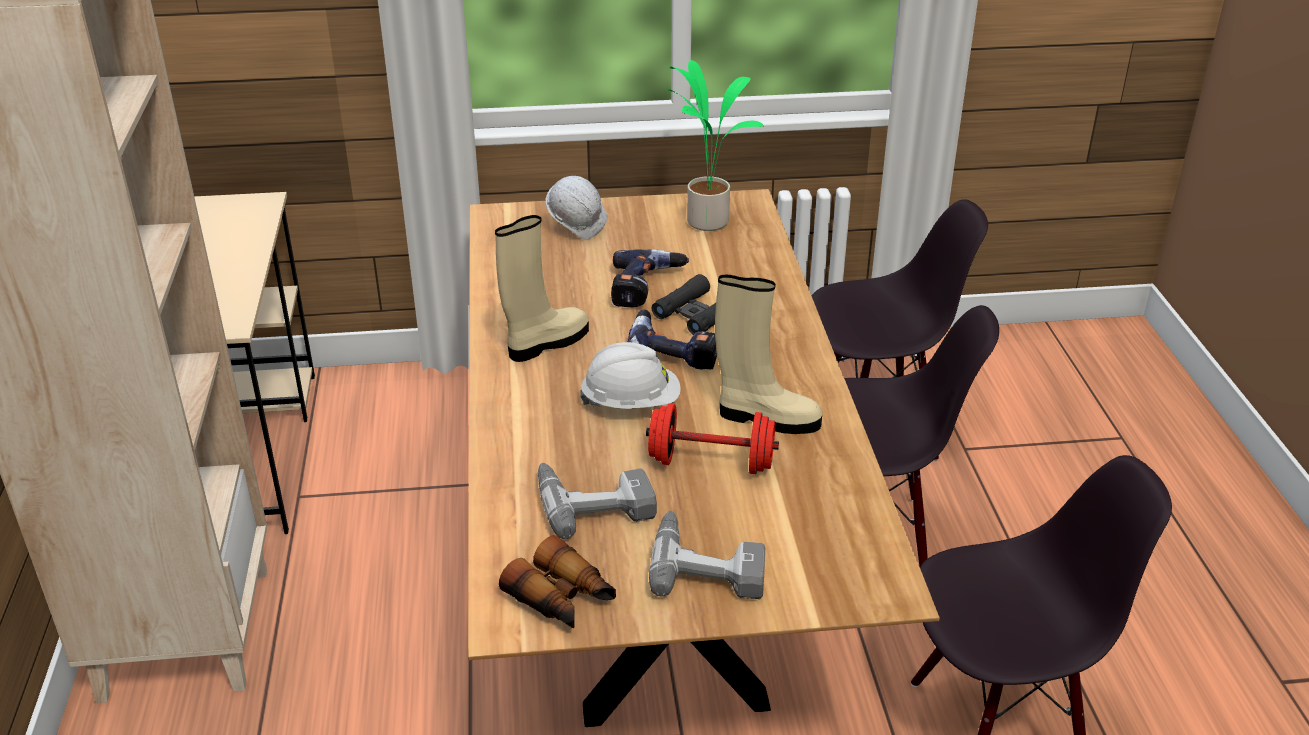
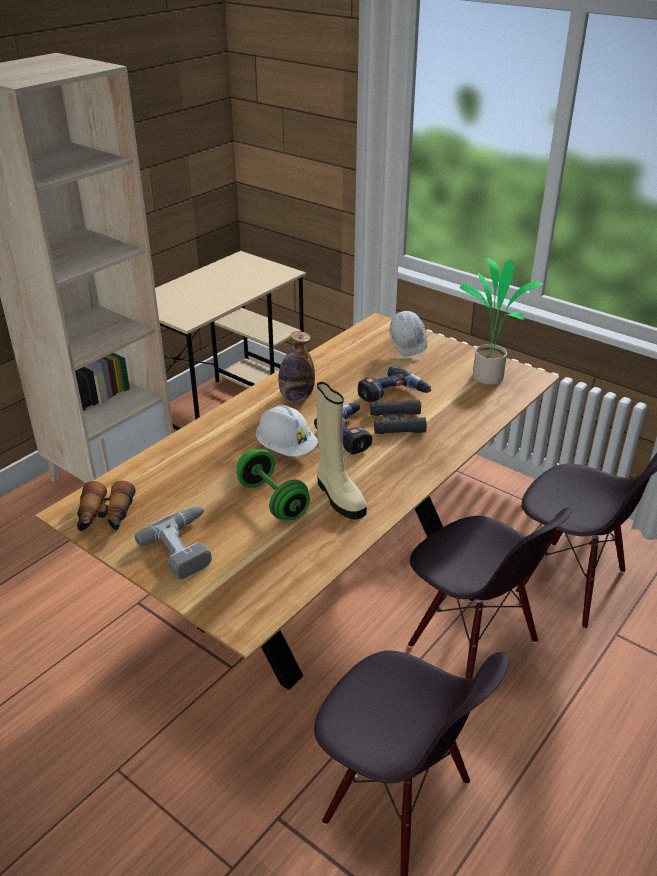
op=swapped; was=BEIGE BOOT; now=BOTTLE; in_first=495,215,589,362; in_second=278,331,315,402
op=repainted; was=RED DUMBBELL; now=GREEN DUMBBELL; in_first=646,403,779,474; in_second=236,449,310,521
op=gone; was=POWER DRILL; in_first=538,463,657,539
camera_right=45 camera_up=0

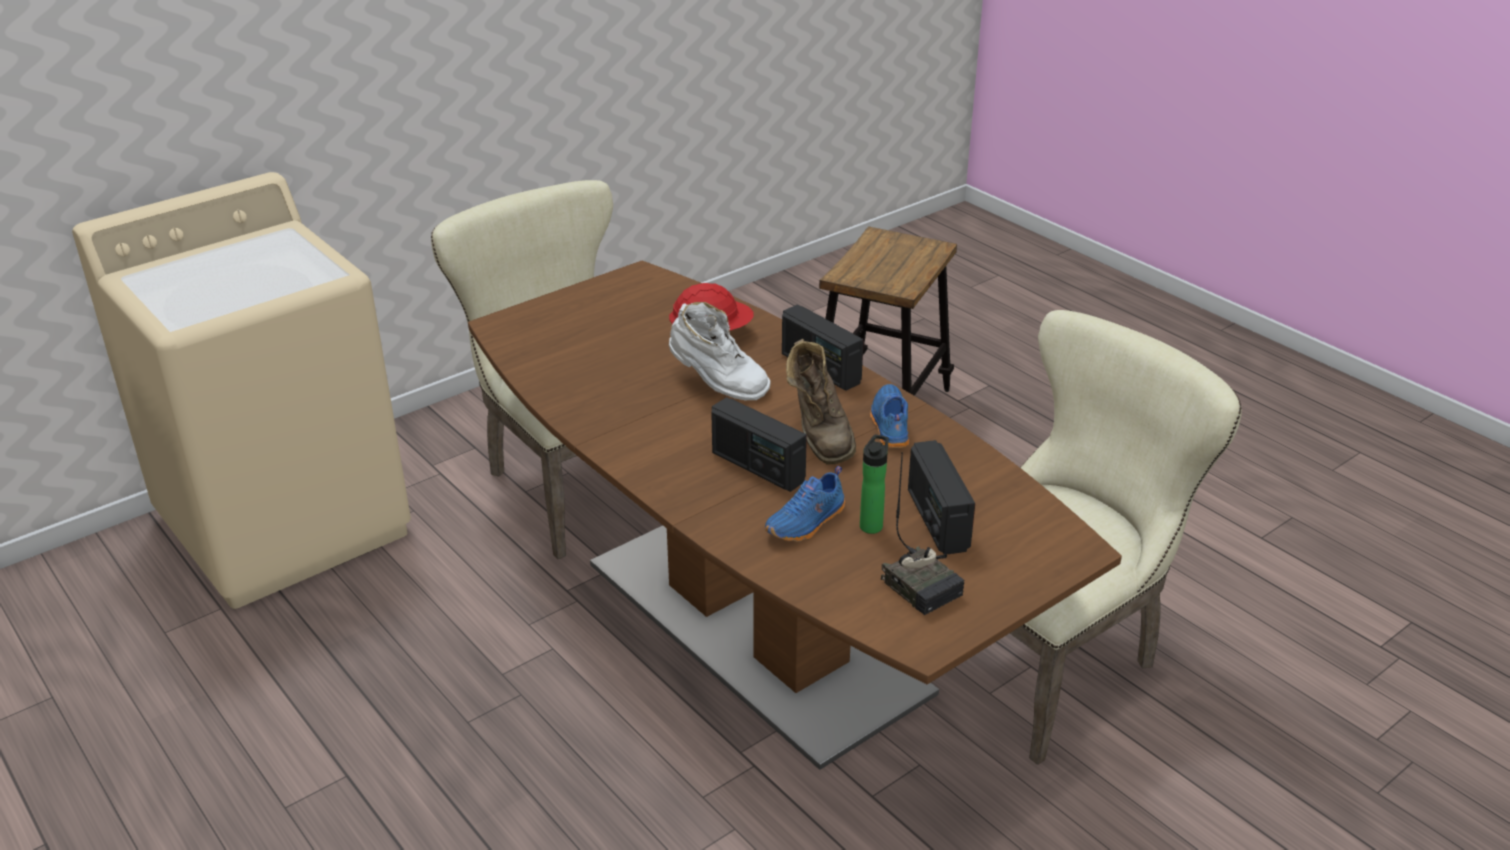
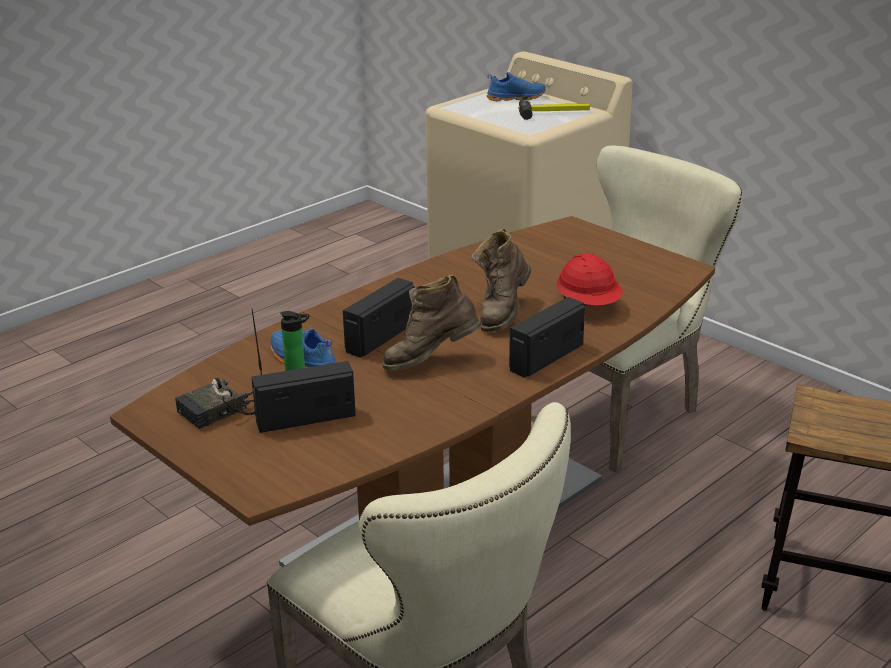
op=repainted; was=WHITE BOOT; now=BROWN BOOT; in_first=669,302,770,400; in_second=471,229,531,332
op=shifted; was=BLUE SHOE; in_first=870,384,909,448; in_second=486,72,546,101
op=new; now=HAMMER; in_second=519,95,590,120
camera_right=85 camera_up=-5

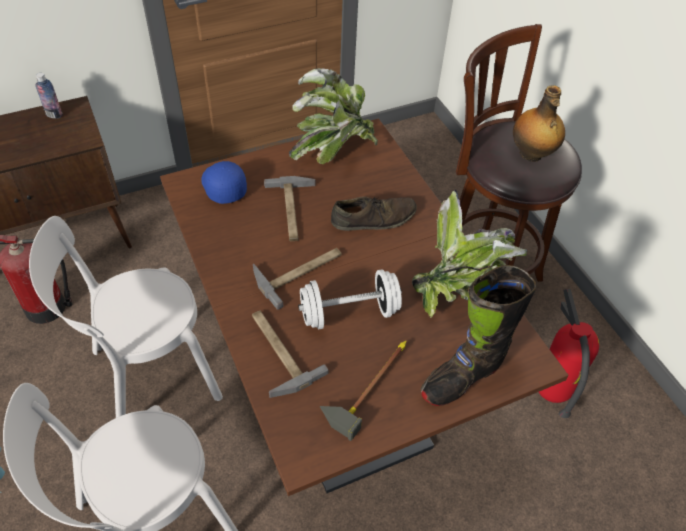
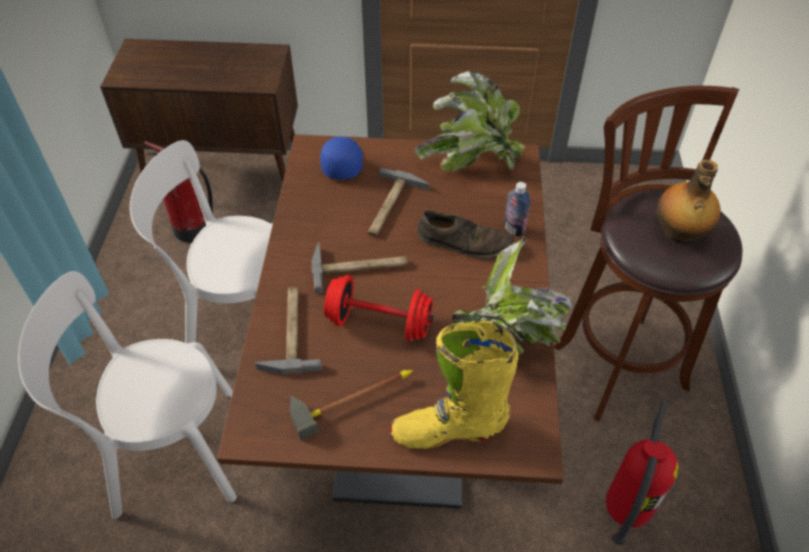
op=shifted; was=BOTTLE; in_first=35,73,63,119; in_second=504,182,530,237
op=repainted; was=BLACK BOOT; now=YELLOW BOOT; in_first=421,265,536,406; in_second=390,321,518,449
op=repainted; was=WHITE DUMBBELL; now=RED DUMBBELL; in_first=298,269,402,330; in_second=324,275,434,341
camera_right=30 camera_up=0

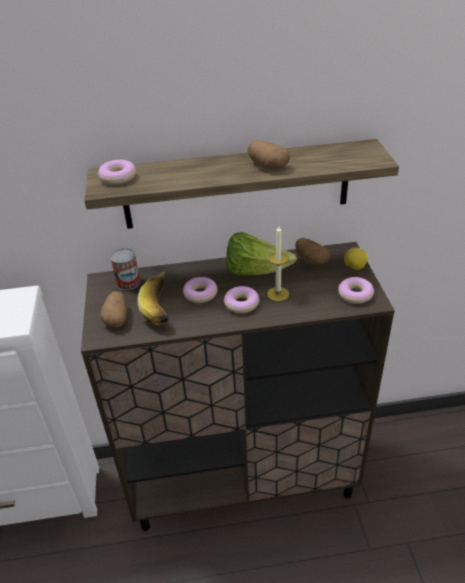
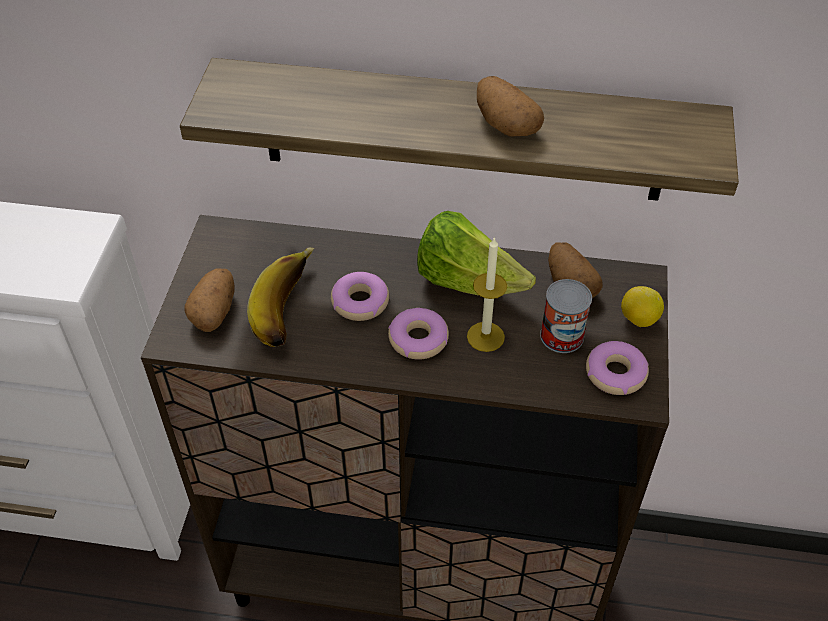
op=gone; was=DONUT; in_first=98,160,137,185
op=shifted; was=CAN; in_first=110,248,140,290; in_second=540,279,592,353
camera_right=15 camera_up=10

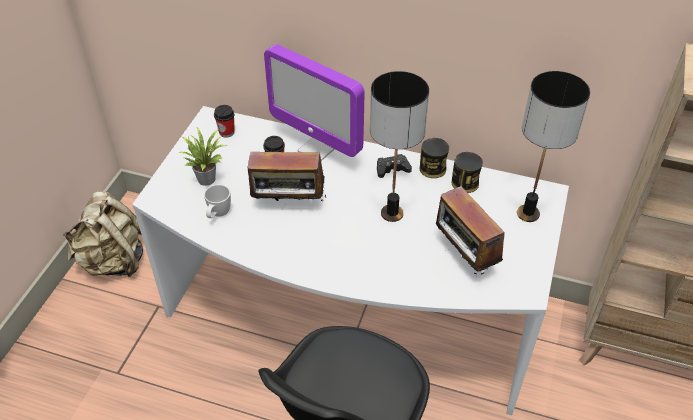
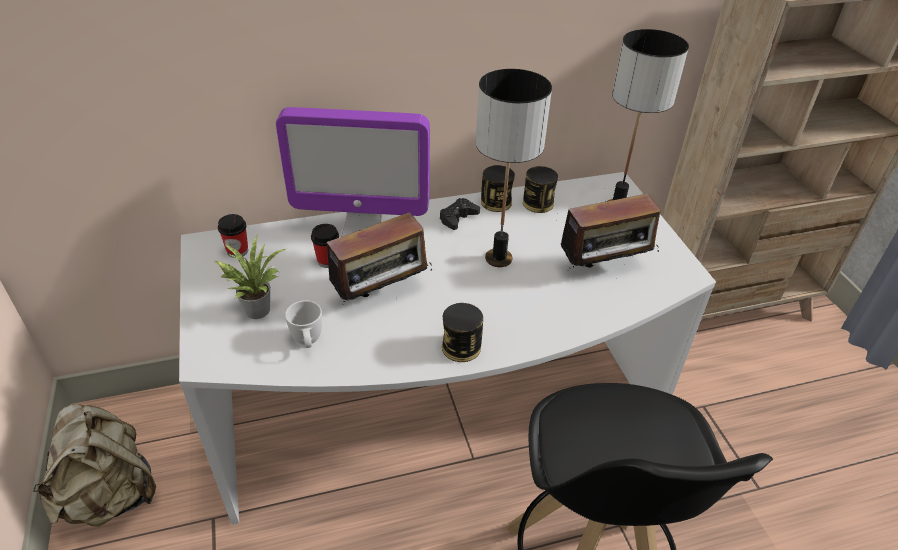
op=rotated; was=RADIO; in_first=436,186,504,275; in_second=560,188,661,271; clockwise=-45
op=new; now=CAN; in_second=442,303,483,362
camera_right=-35 camera_up=-5

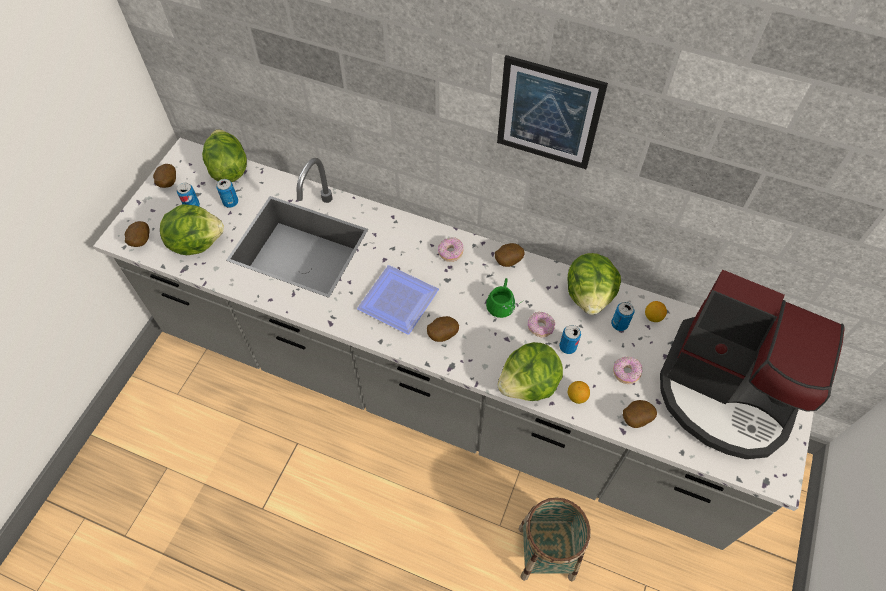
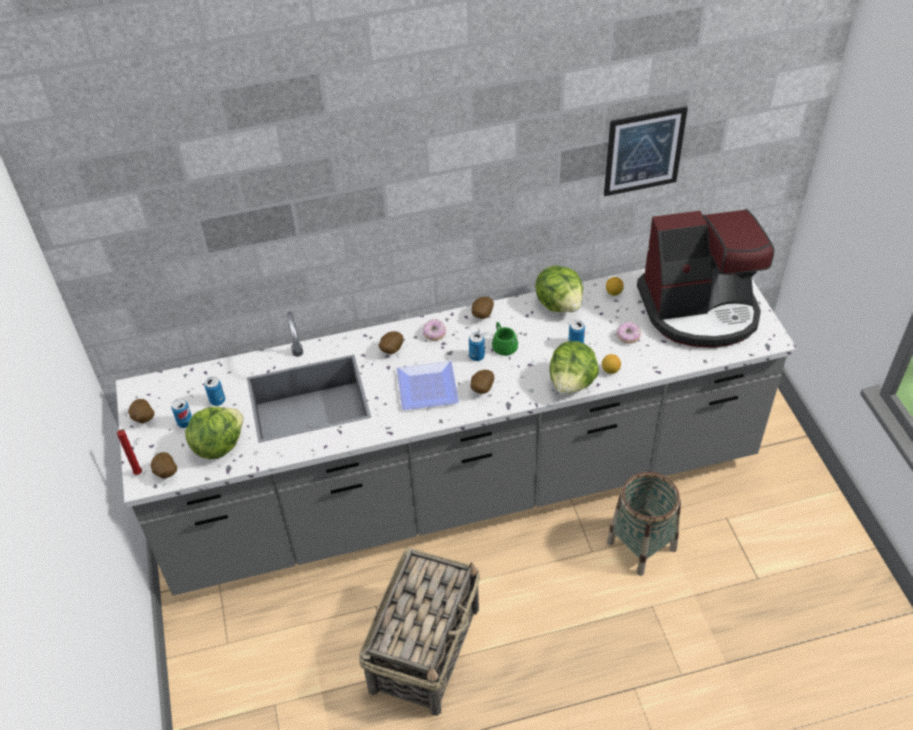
op=shifted; was=PICTURE; in_first=497,55,608,169; in_second=604,106,688,196
op=gone; was=LETTUCE; in_first=202,129,247,182
op=shifted; was=CAN; in_first=611,302,634,331; in_second=469,332,485,361
op=gone; was=DONUT; in_first=528,311,555,337
op=shifted; was=POTATO; in_first=623,400,657,428; in_second=379,331,403,354
op=new; now=RED CANDLE; in_second=117,429,142,475
op=new; now=BASKET; in_second=358,548,480,716
camera_right=-35 camera_up=-10

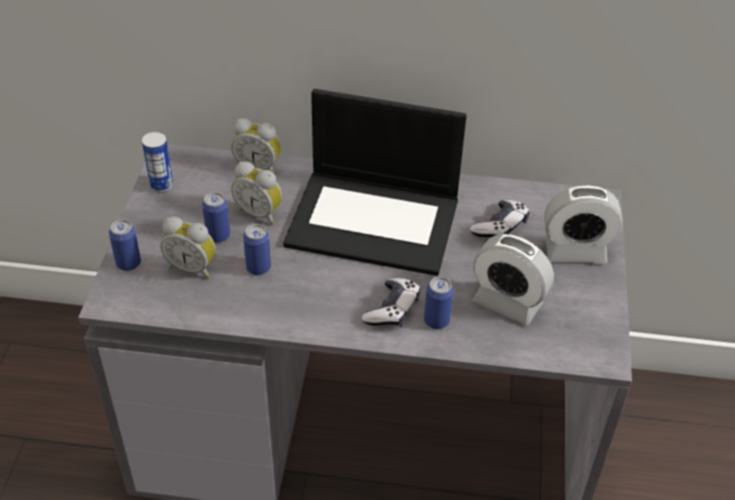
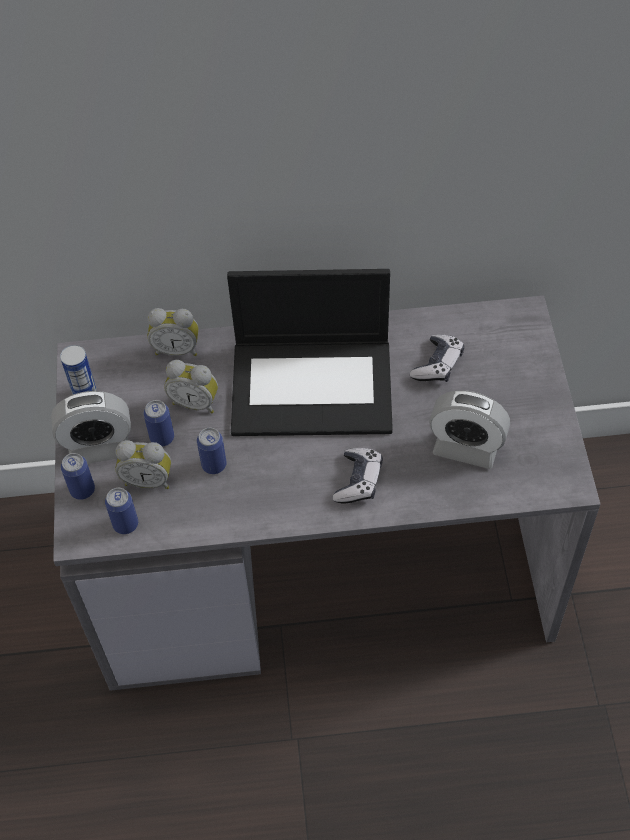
op=shifted; was=ALARM CLOCK; in_first=544,185,623,264; in_second=51,391,131,464
op=shifted; was=CAN; in_first=424,277,454,329; in_second=105,488,138,534
camera_right=-10 camera_up=10

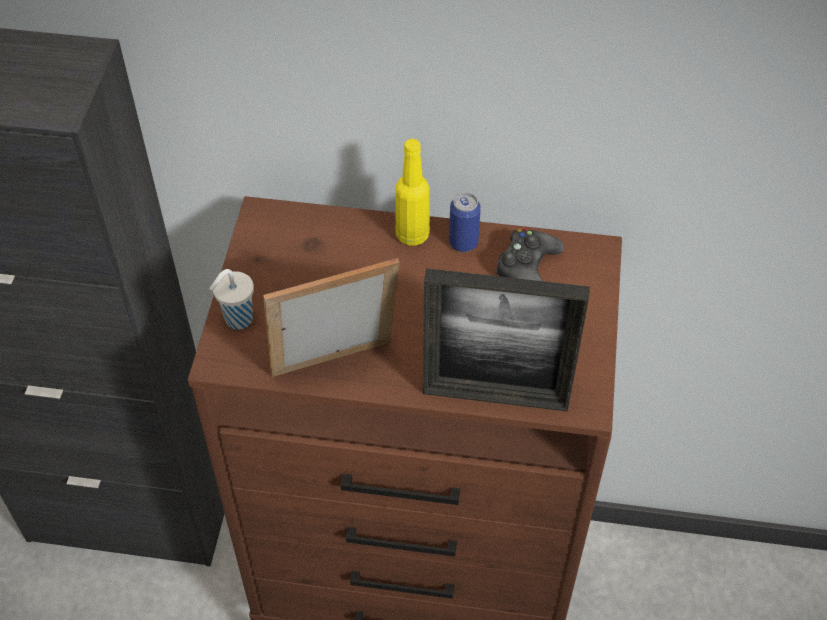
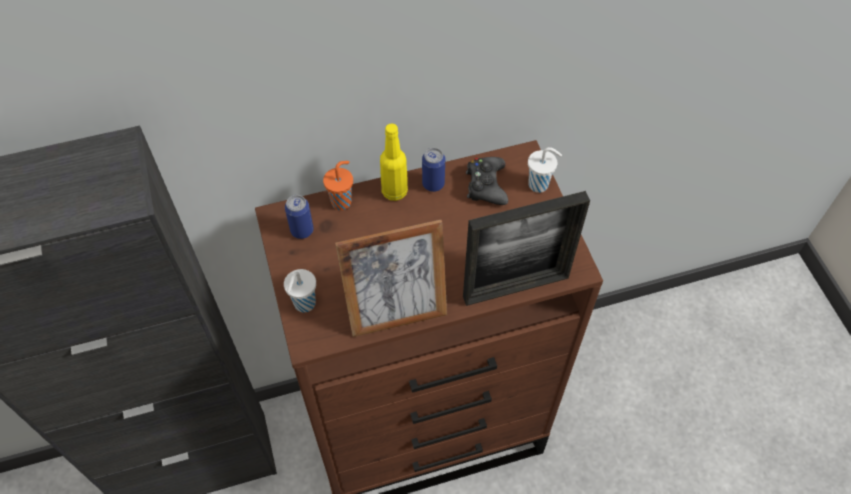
op=rotated; was=PICTURE FRAME; in_first=263,258,400,377; in_second=335,220,447,337; clockwise=-150
op=new; now=WHITE CUP; in_second=528,147,562,193
op=new; now=ORANGE CUP; in_second=323,161,353,210
op=new; now=CAN; in_second=285,195,313,239
camera_right=-25 camera_up=5

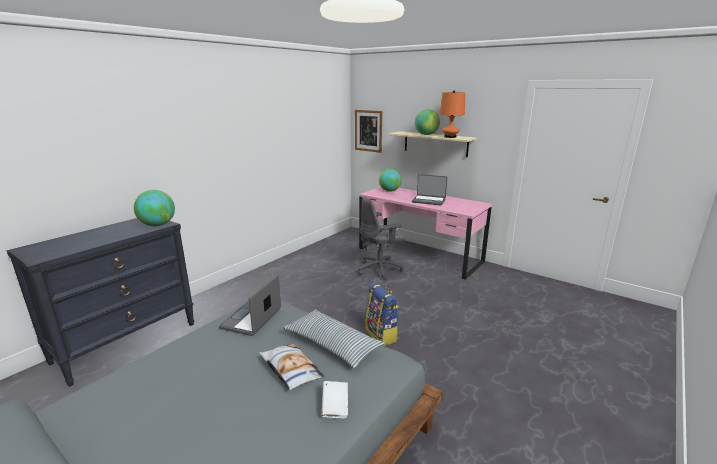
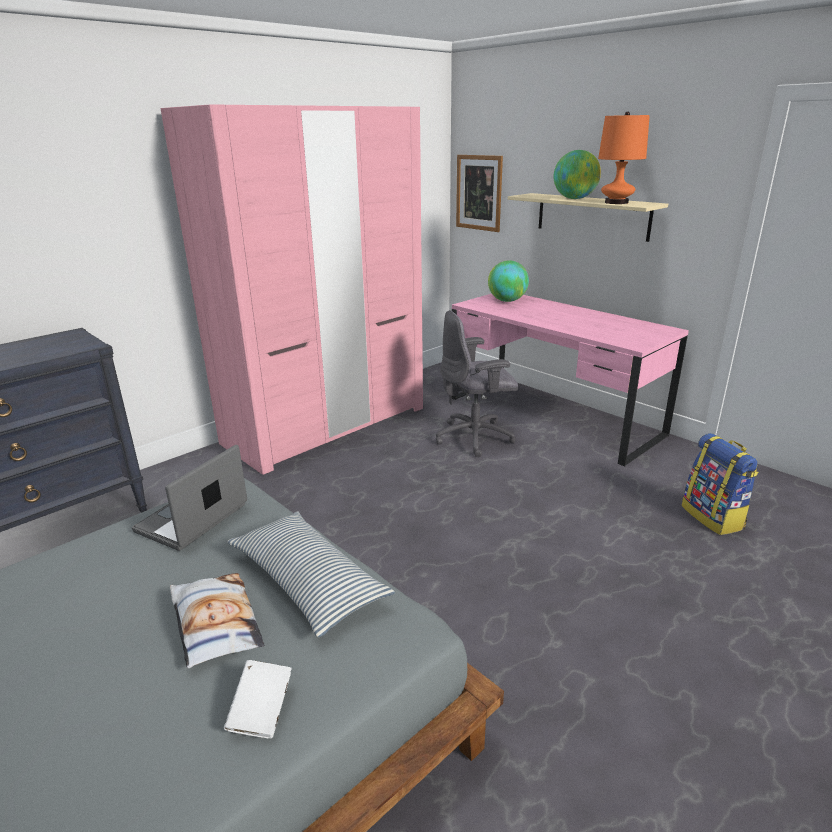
op=gone; was=LAPTOP; in_first=412,174,447,205
op=gone; was=GLOBE; in_first=134,190,175,226
op=shifted; was=BACKPACK; in_first=365,283,399,346; in_second=682,433,758,535
op=new; now=PINK WARDROBE; in_second=160,104,423,475
camera_right=10 camera_up=5

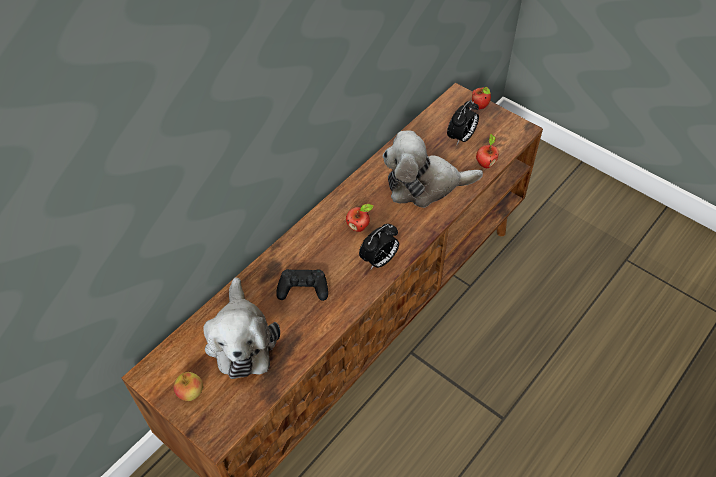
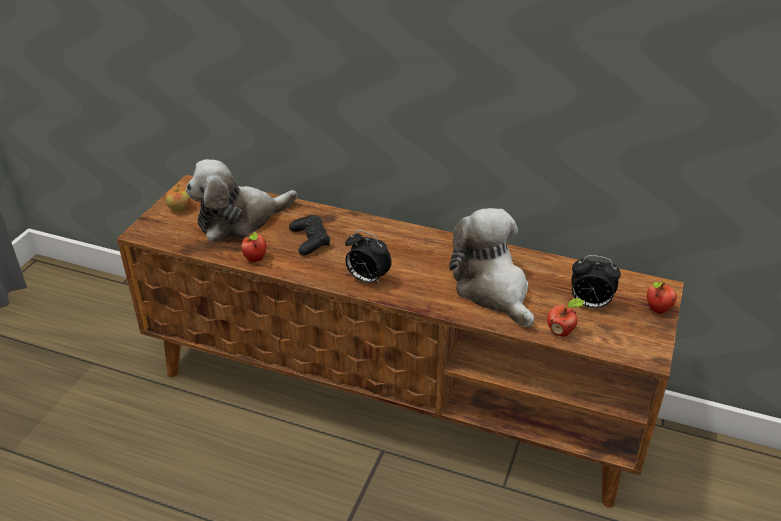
op=shifted; was=APPLE; in_first=346,204,374,232; in_second=241,232,266,262
camera_right=70 camera_up=-15

